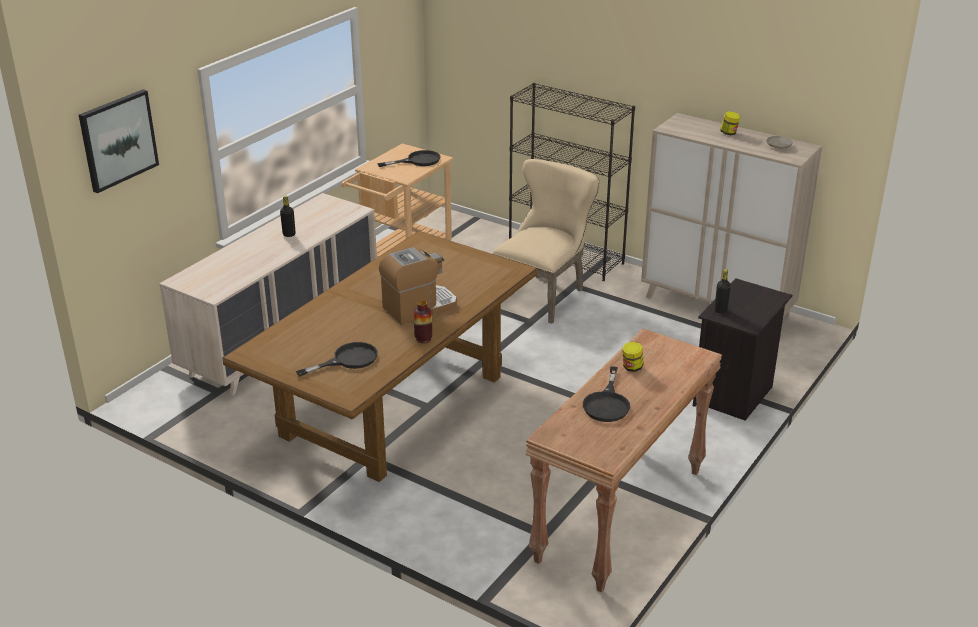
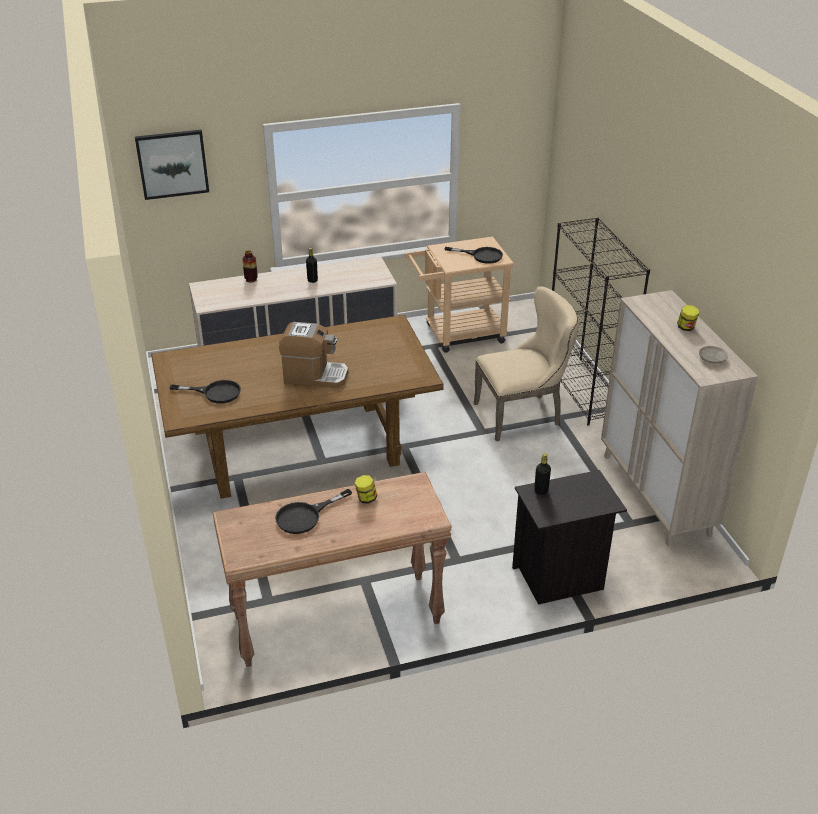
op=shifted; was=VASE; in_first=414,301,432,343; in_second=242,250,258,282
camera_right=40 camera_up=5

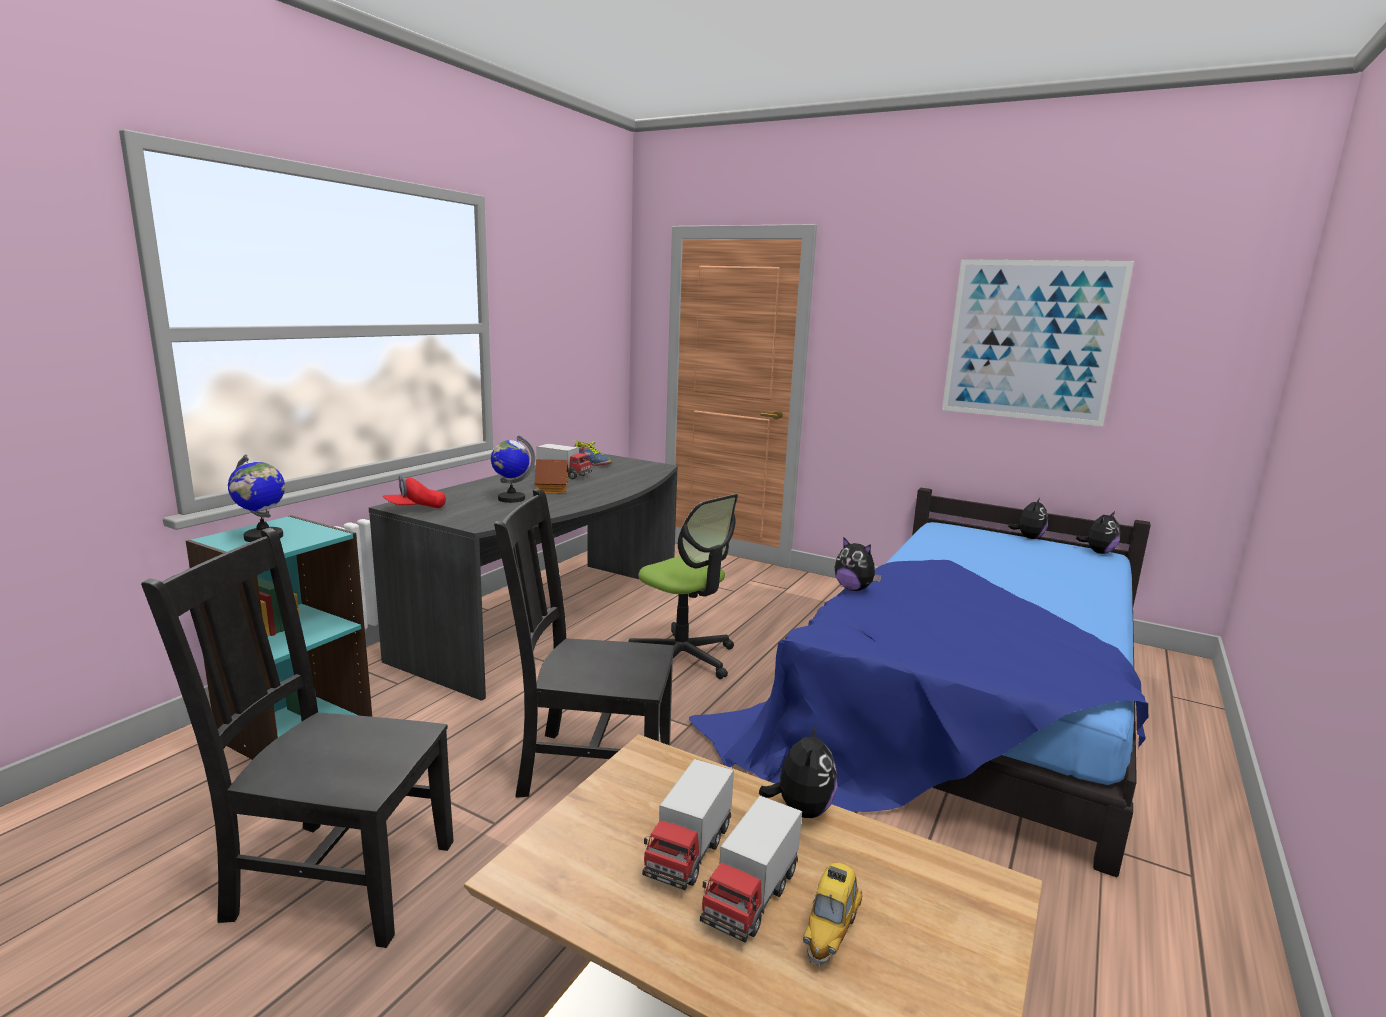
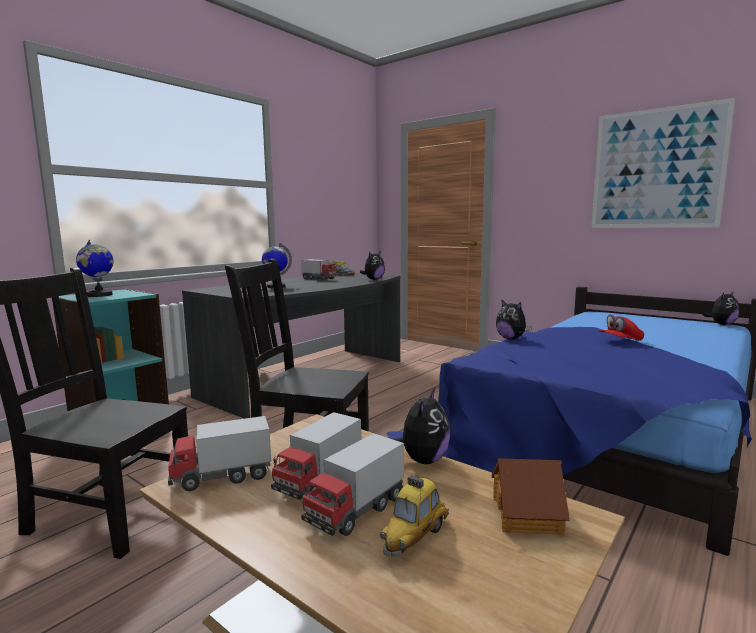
op=shifted; was=TOY HOUSE; in_first=534,459,569,494; in_second=491,458,570,535
op=shifted; was=RED CAP; in_first=383,475,446,508; in_second=599,314,644,341
op=gone; was=OFFICE CHAIR; in_first=629,494,738,679
op=shifted; was=PLUSH TOY; in_first=1008,498,1048,539; in_second=360,251,385,280
op=new; now=TOY TRUCK; in_second=168,416,271,491
camera_right=10 camera_up=-5

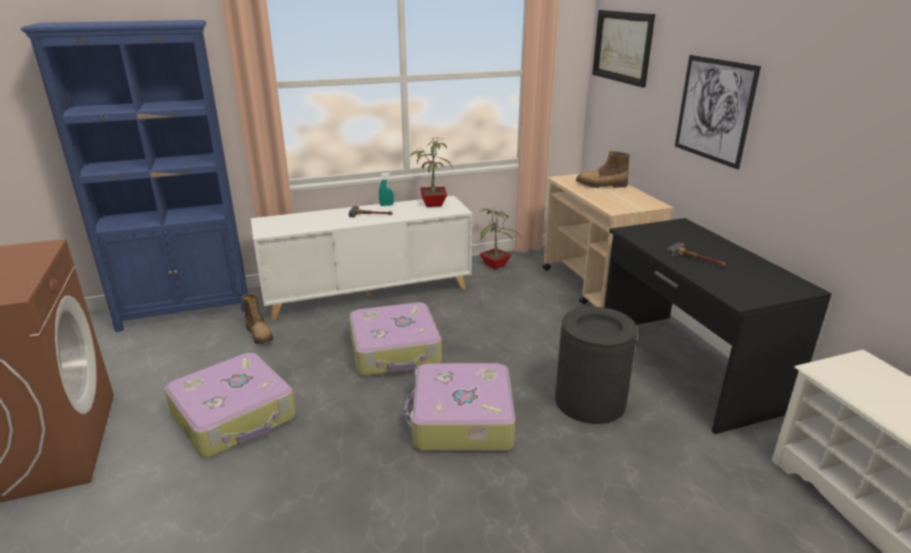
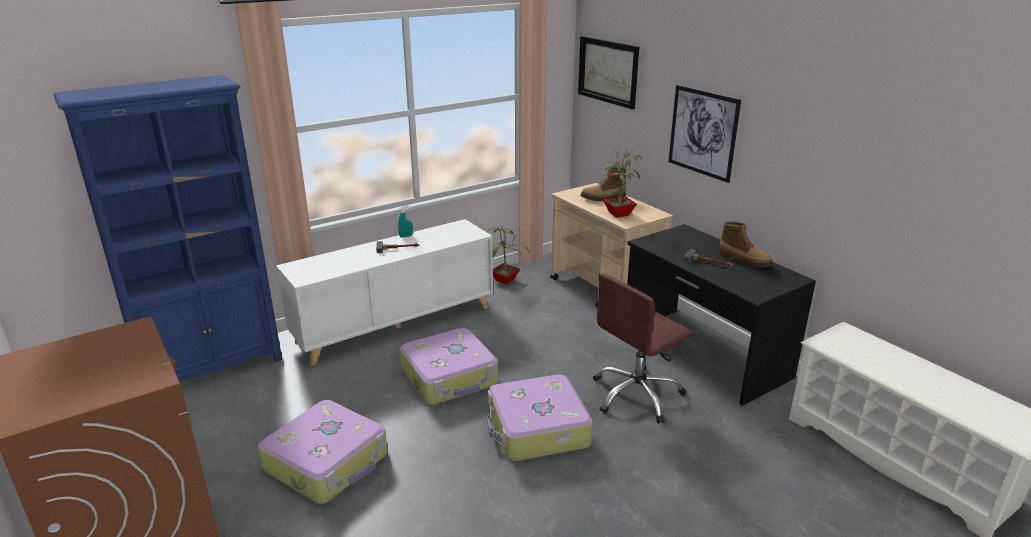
op=shifted; was=POTTED PLANT; in_first=410,137,453,207; in_second=597,149,642,218
op=shifted; was=BOOT; in_first=242,294,273,344; in_second=718,222,773,268
op=swapped; was=BLACK TRASH CAN; now=BROWN OFFICE CHAIR; in_first=555,306,638,424; in_second=593,273,693,424
camera_right=-15 camera_up=0

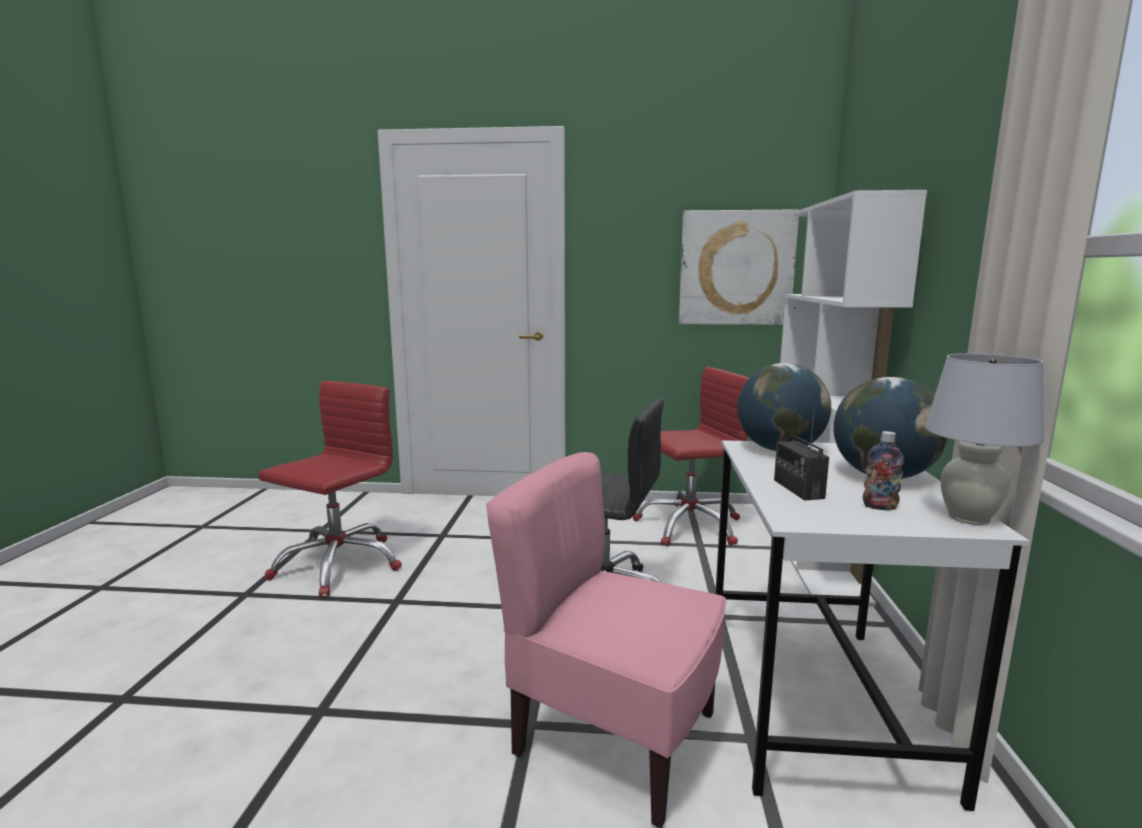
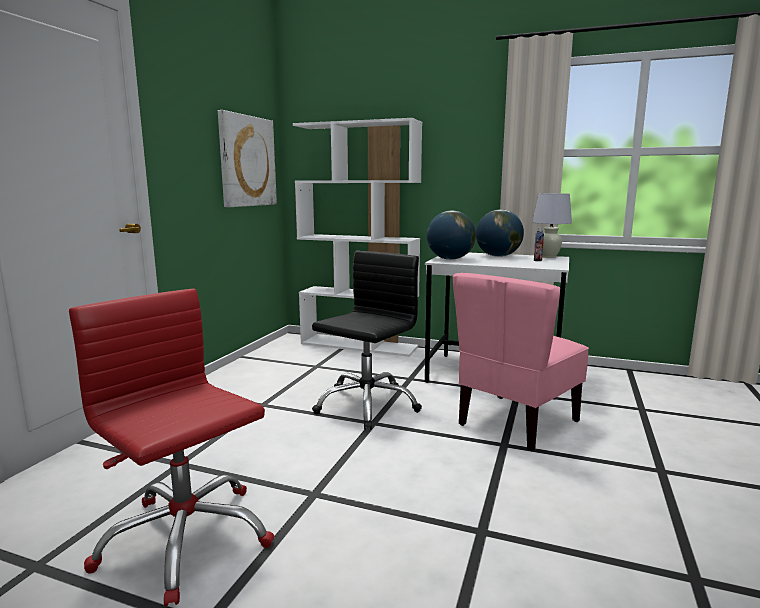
op=gone; was=RED OFFICE CHAIR; in_first=633,367,749,546
op=gone; was=RADIO; in_first=774,409,829,500
camera_right=-75 camera_up=0

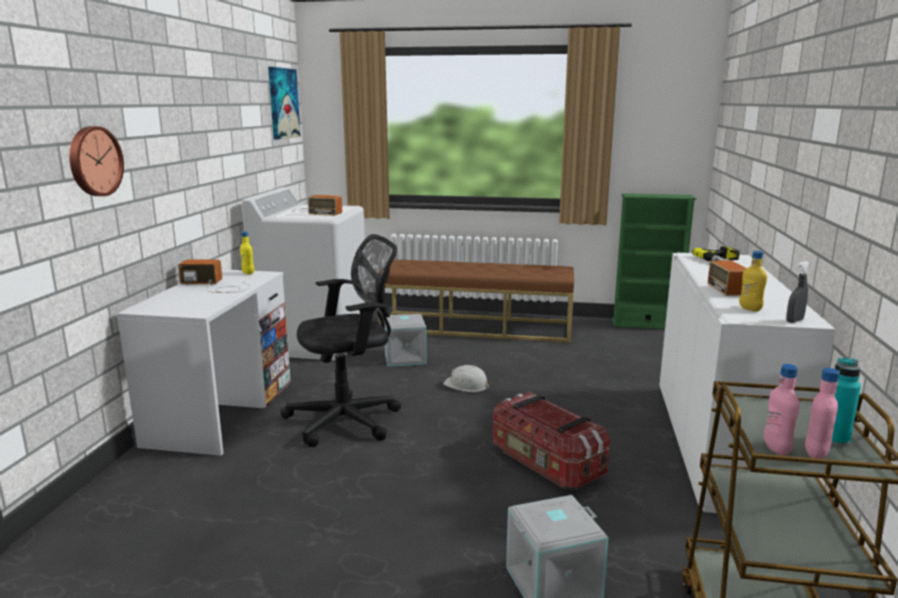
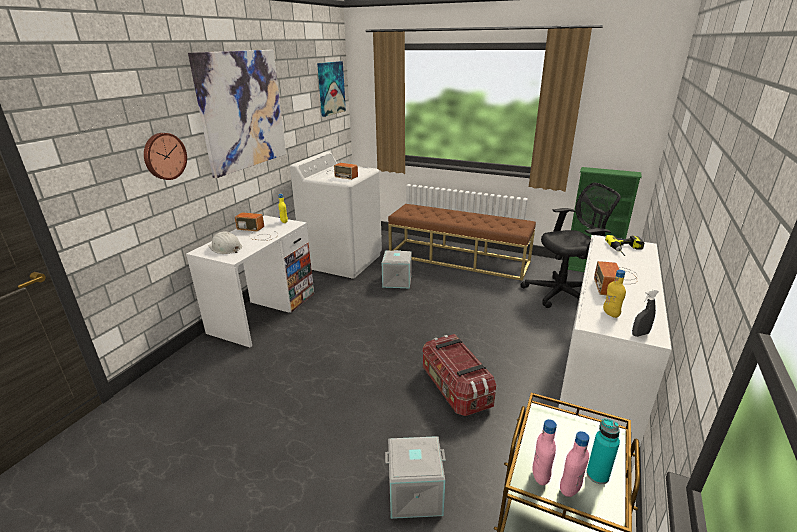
op=shifted; was=BLACK OFFICE CHAIR; in_first=281,234,401,447; in_second=520,183,621,308
op=shifted; was=WHITE HARD HAT; in_first=443,365,492,392; in_second=209,231,242,254
op=new; now=PICTURE; in_second=188,50,286,178
camera_right=15 camera_up=10

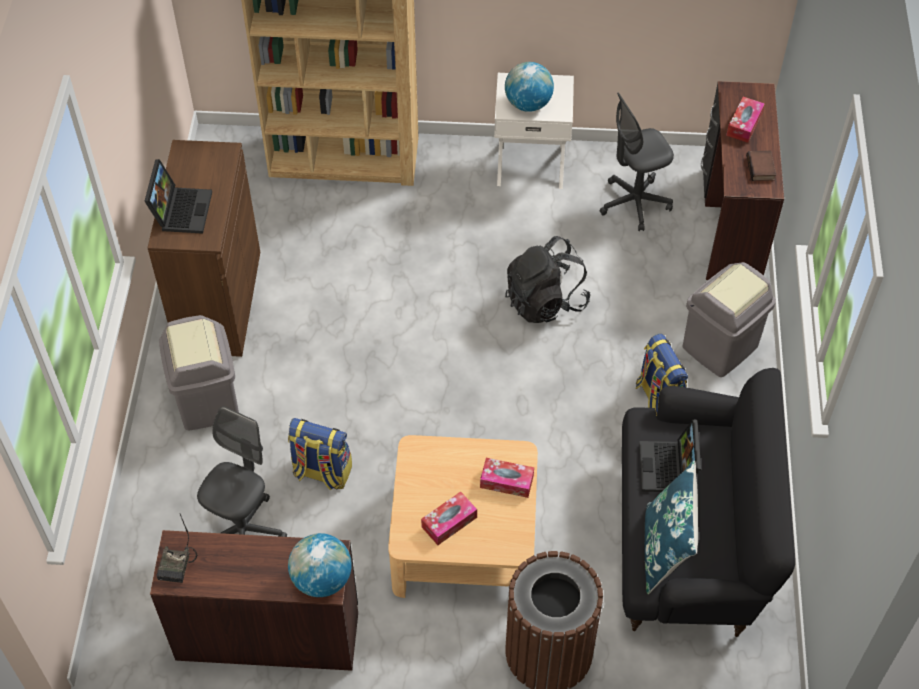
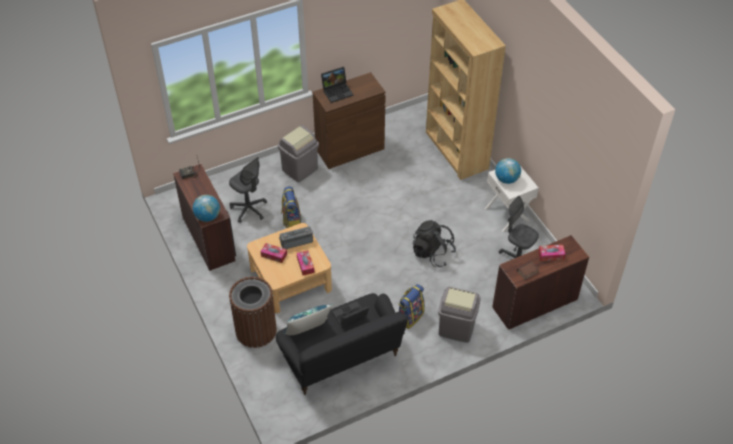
op=rotated; was=GREY OFFICE CHAIR; in_first=197,406,287,537; in_second=229,157,267,223; clockwise=45
op=new; now=RADIO; in_second=279,226,313,249
camera_right=60 camera_up=-5

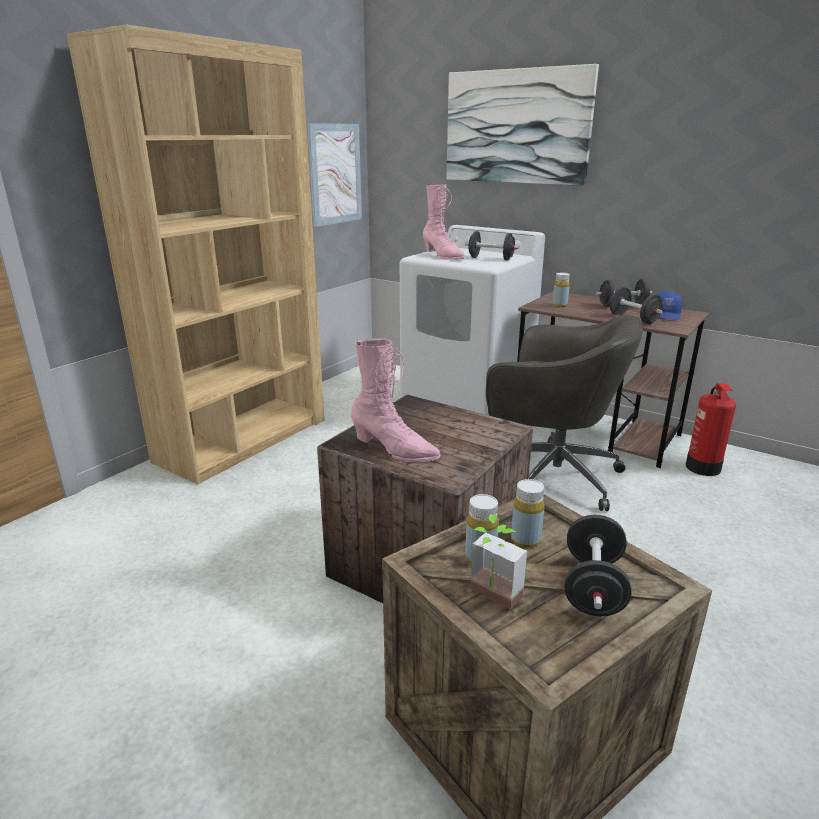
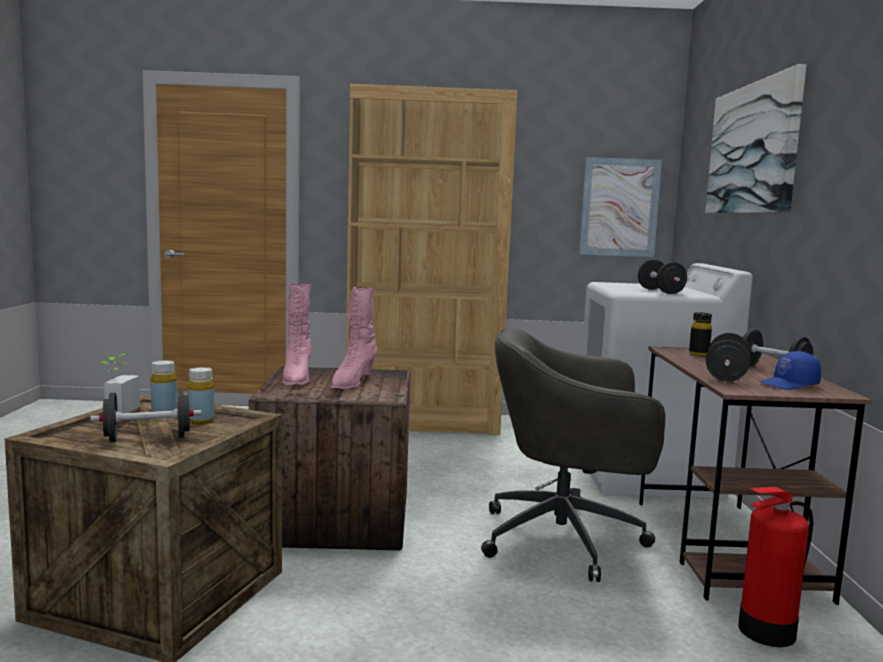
op=shifted; was=PINK BOOT; in_first=423,184,465,260; in_second=331,287,377,389
op=repainted; was=YELLOW BOTTLE; now=BLACK BOTTLE; in_first=553,273,570,307; in_second=689,312,712,356
op=rotated; was=GREY OFFICE CHAIR; in_first=486,314,643,511; in_second=481,328,666,582; clockwise=105
camera_right=55 camera_up=-15

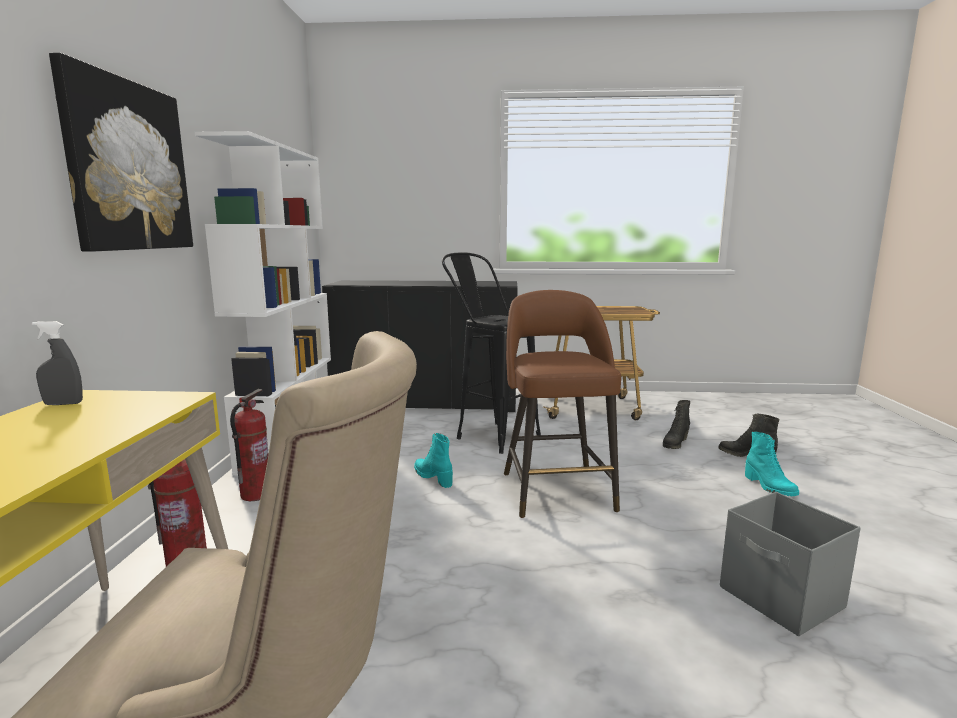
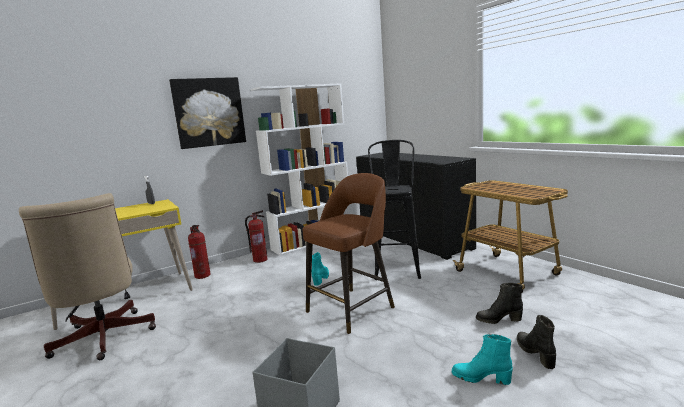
op=rotated; was=TURQUOISE BOOT; in_first=745,432,799,496; in_second=452,334,513,385; clockwise=75
camera_right=55 camera_up=0

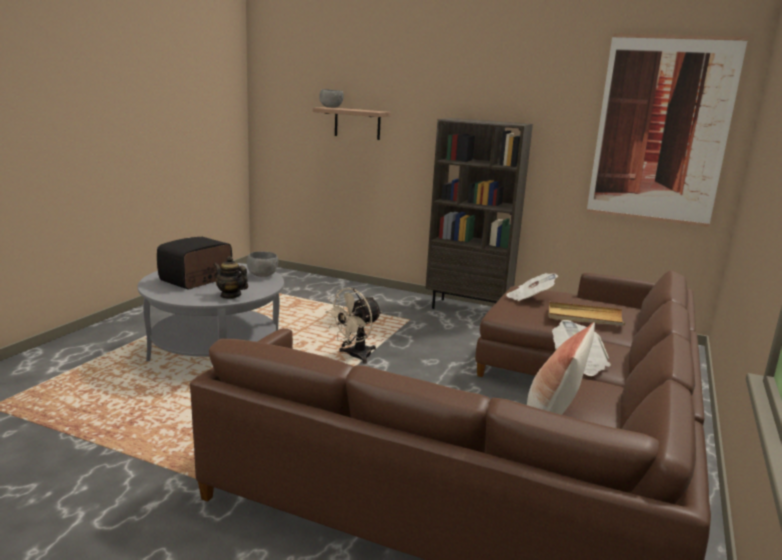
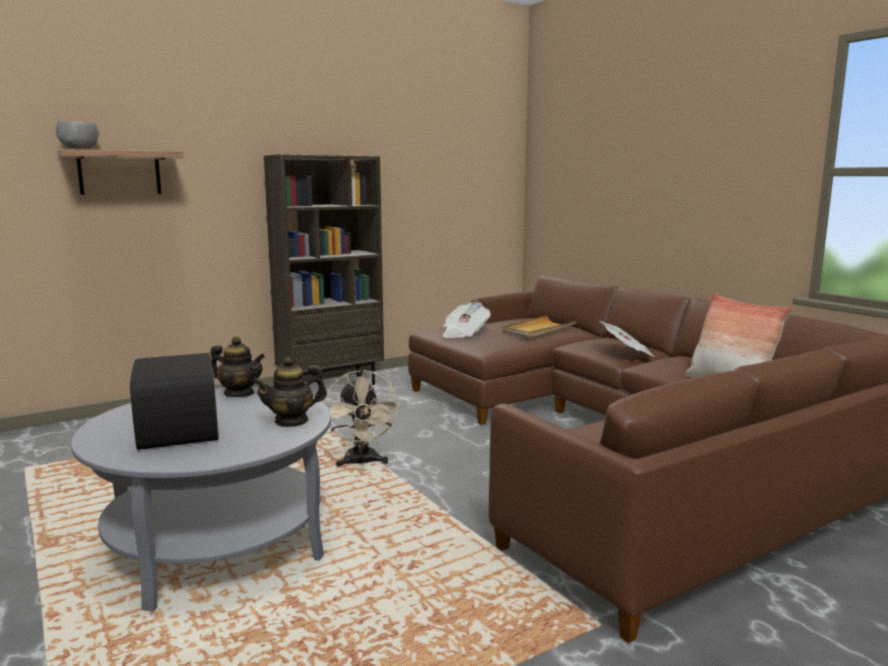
op=gone; was=PICTURE; in_first=587,33,748,227
op=swapped; was=GREY BOWL; now=TEAPOT; in_first=247,252,278,277; in_second=211,337,265,397
camera_right=-55 camera_up=-5

